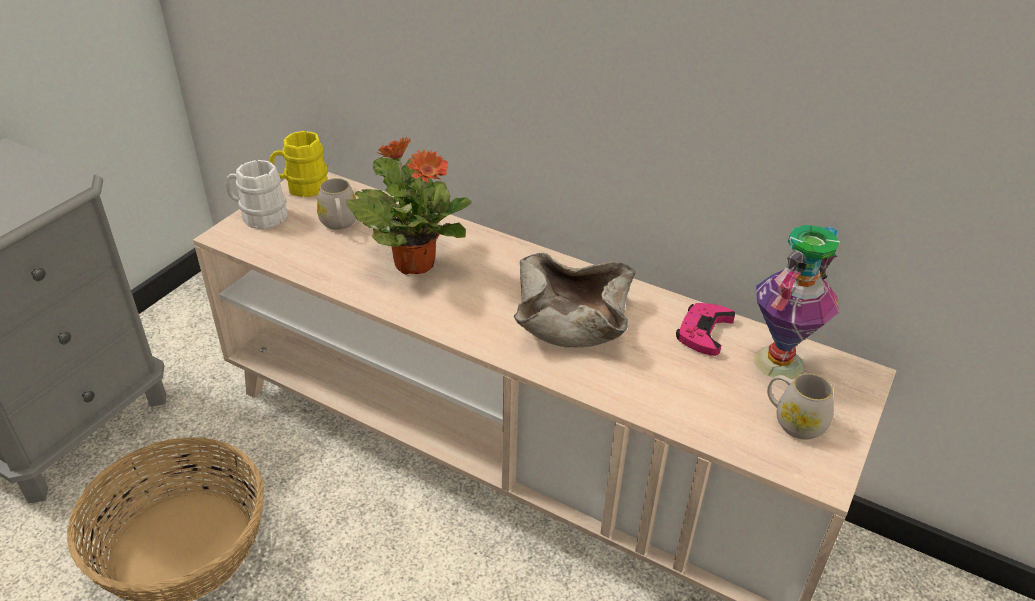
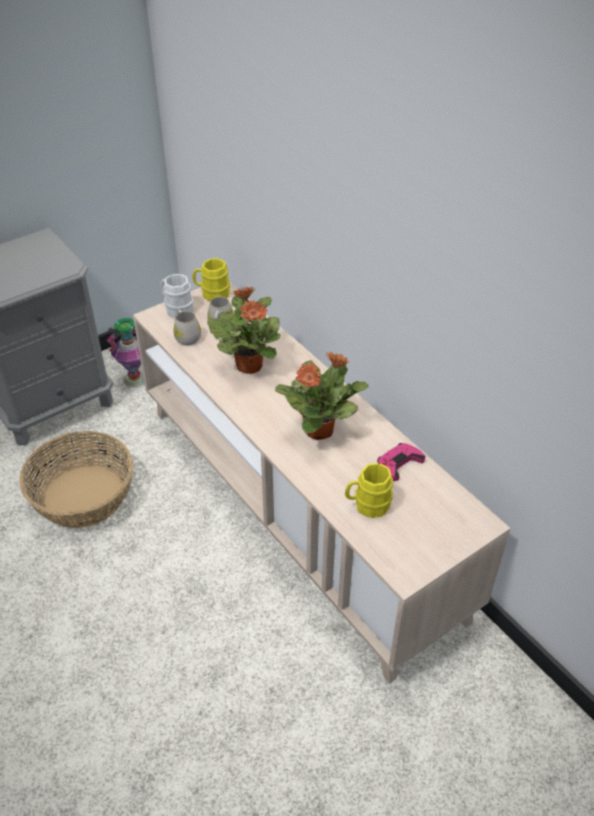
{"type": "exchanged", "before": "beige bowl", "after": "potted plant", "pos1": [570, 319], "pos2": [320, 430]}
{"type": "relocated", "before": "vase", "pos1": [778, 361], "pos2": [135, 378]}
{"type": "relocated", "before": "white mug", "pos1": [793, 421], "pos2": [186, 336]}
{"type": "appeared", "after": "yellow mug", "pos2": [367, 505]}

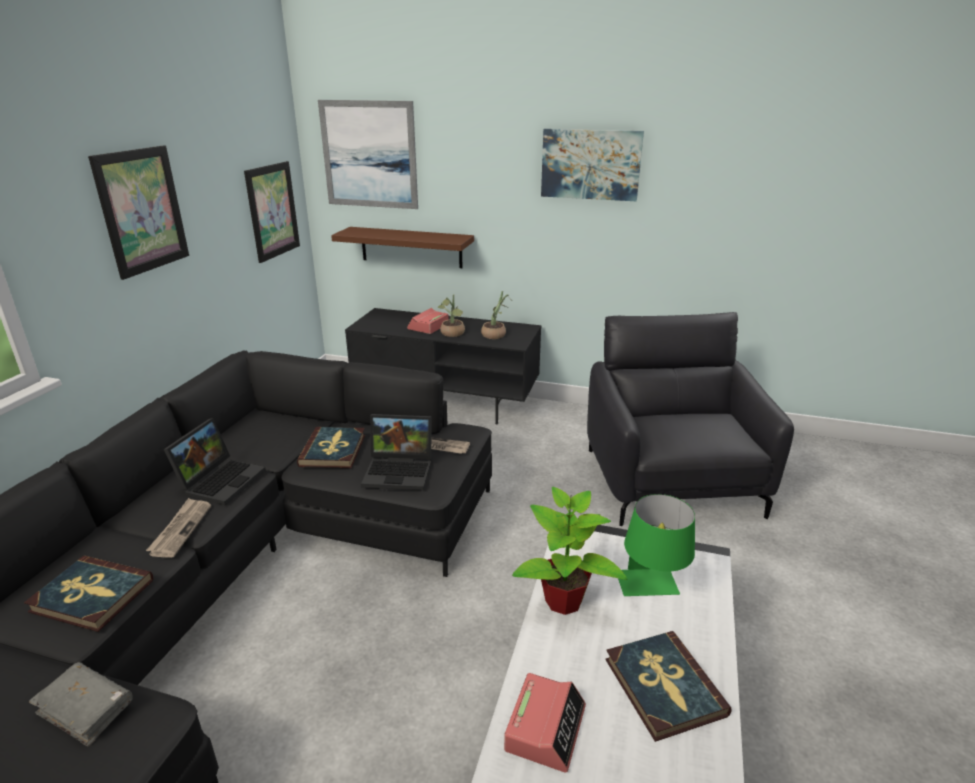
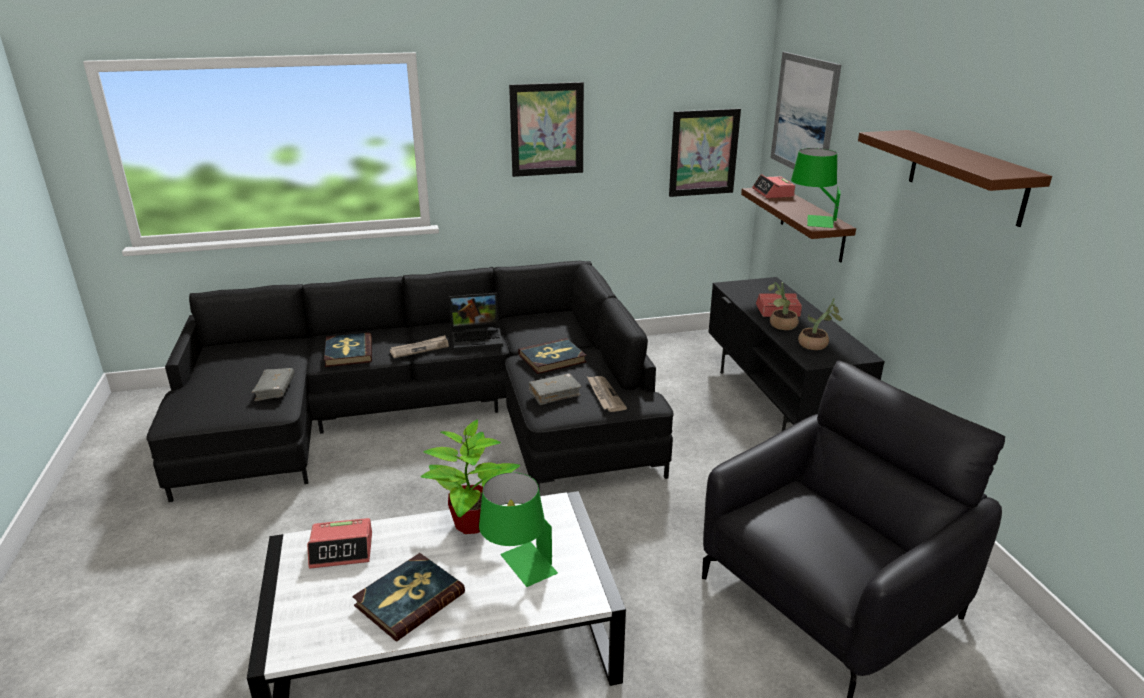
{"type": "exchanged", "before": "laptop", "after": "grey book", "pos1": [400, 471], "pos2": [554, 394]}
{"type": "exchanged", "before": "picture", "after": "brown shelf", "pos1": [590, 164], "pos2": [966, 176]}
{"type": "appeared", "after": "alarm clock", "pos2": [773, 193]}
{"type": "appeared", "after": "green table lamp", "pos2": [811, 220]}

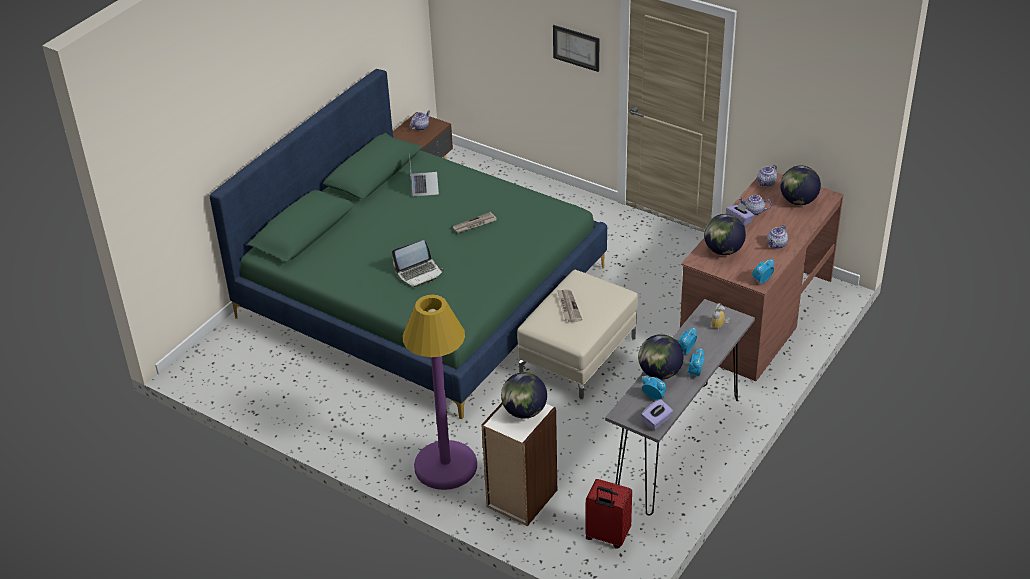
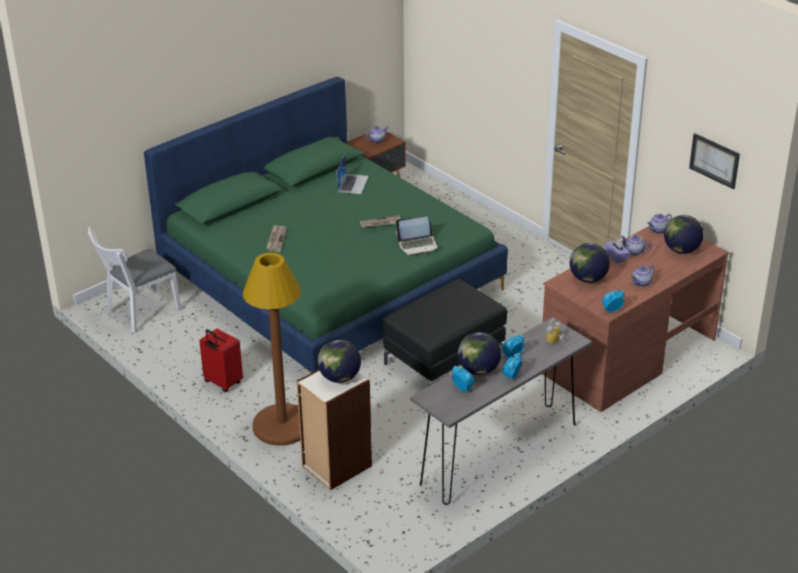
{"type": "relocated", "before": "laptop", "pos1": [419, 273], "pos2": [418, 245]}
{"type": "colour", "before": "purple floor lamp", "after": "brown floor lamp", "pos1": [445, 466], "pos2": [282, 426]}
{"type": "colour", "before": "beige ottoman", "after": "black ottoman", "pos1": [577, 355], "pos2": [444, 358]}
{"type": "relocated", "before": "picture", "pos1": [576, 47], "pos2": [714, 160]}
{"type": "relocated", "before": "newspaper", "pos1": [568, 307], "pos2": [276, 239]}
{"type": "relocated", "before": "red suitcase", "pos1": [607, 537], "pos2": [222, 383]}
{"type": "missing", "before": "purple tissue box", "pos1": [656, 421]}
{"type": "appeared", "after": "white chair", "pos2": [139, 313]}

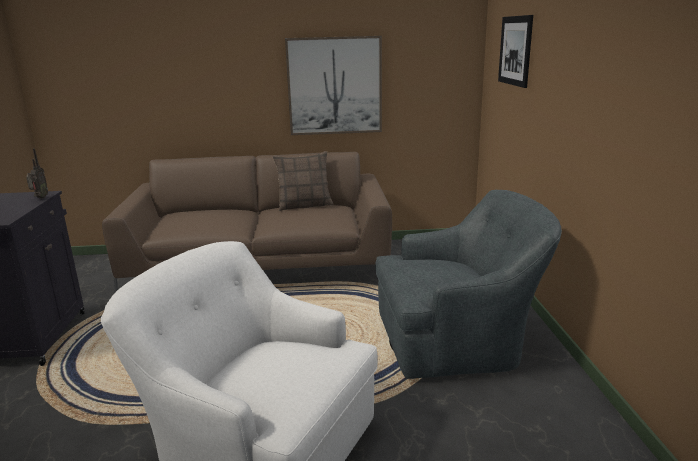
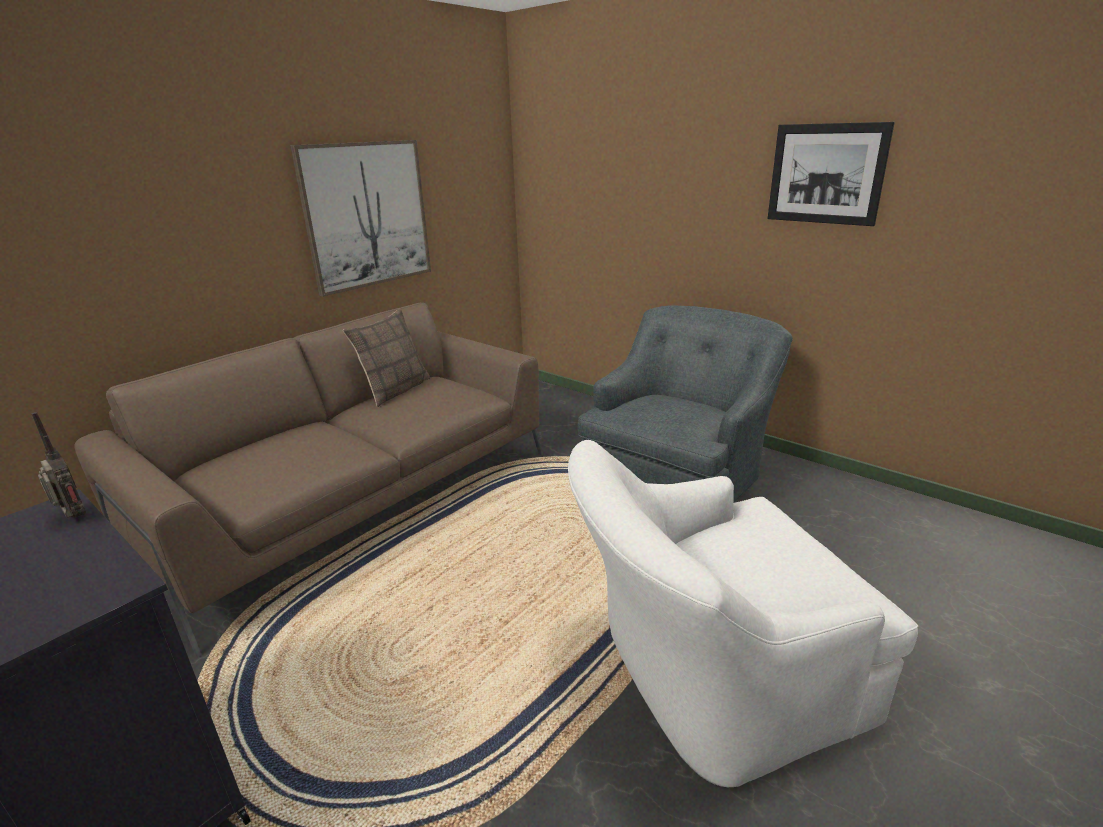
{"type": "relocated", "before": "picture", "pos1": [515, 50], "pos2": [826, 174]}

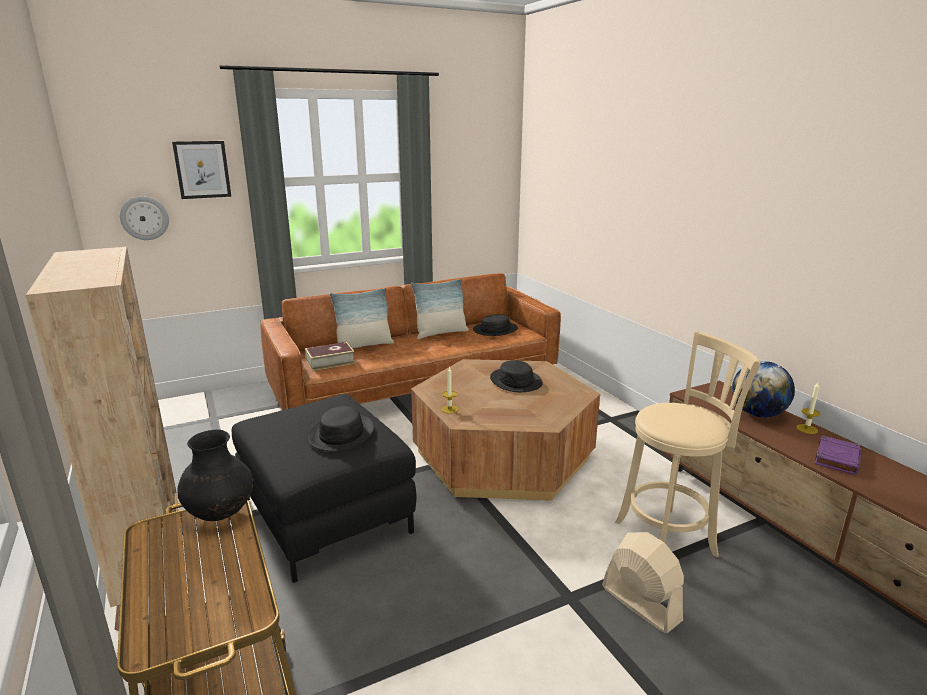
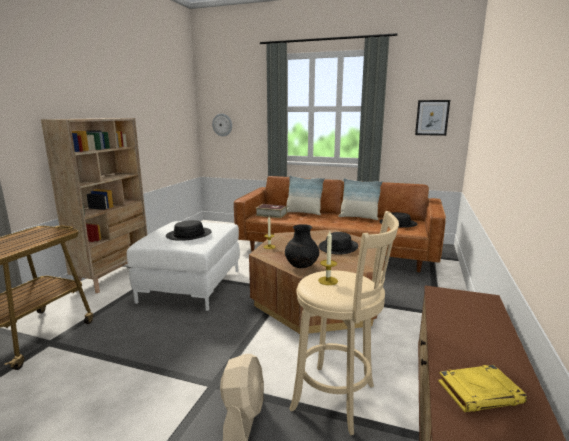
{"type": "relocated", "before": "picture", "pos1": [202, 169], "pos2": [432, 117]}
{"type": "relocated", "before": "black vase", "pos1": [220, 513], "pos2": [301, 266]}
{"type": "colour", "before": "black ottoman", "after": "white ottoman", "pos1": [325, 514], "pos2": [191, 285]}
{"type": "missing", "before": "globe", "pos1": [757, 414]}
{"type": "relocated", "before": "candle", "pos1": [807, 429], "pos2": [328, 281]}
{"type": "colour", "before": "purple book", "after": "yellow book", "pos1": [837, 458], "pos2": [480, 392]}

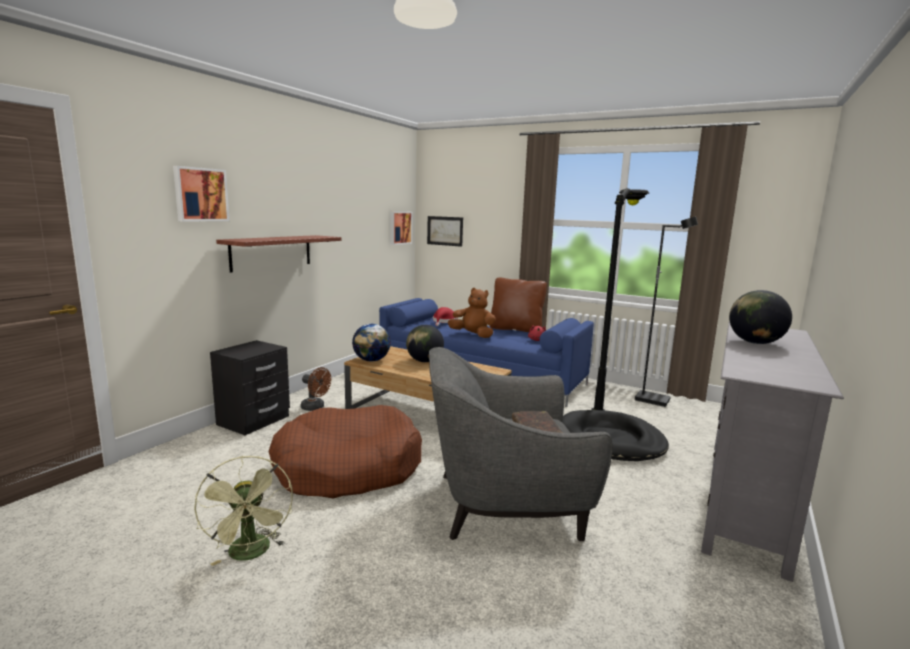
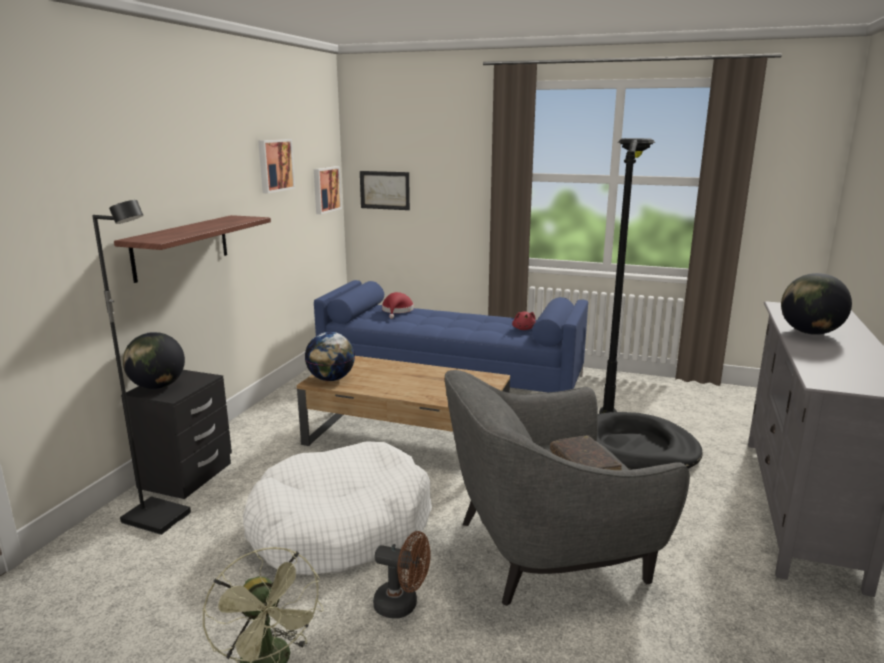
{"type": "relocated", "before": "picture", "pos1": [200, 194], "pos2": [274, 165]}
{"type": "colour", "before": "brown dog bed", "after": "white dog bed", "pos1": [347, 467], "pos2": [340, 527]}
{"type": "relocated", "before": "brown fan", "pos1": [315, 407], "pos2": [402, 605]}
{"type": "relocated", "before": "globe", "pos1": [424, 361], "pos2": [158, 386]}
{"type": "missing", "before": "brown plush toy", "pos1": [473, 335]}
{"type": "missing", "before": "brown pillow", "pos1": [516, 329]}
{"type": "relocated", "before": "black floor lamp", "pos1": [653, 400], "pos2": [158, 517]}

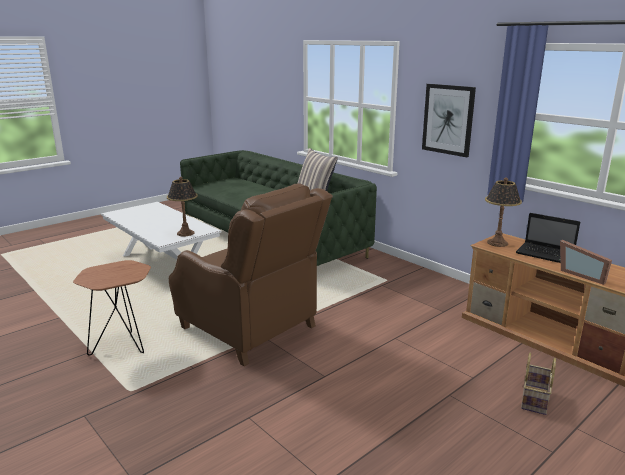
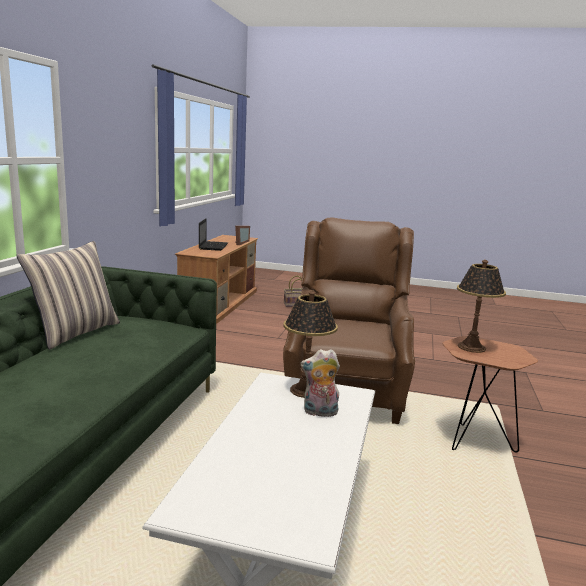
{"type": "missing", "before": "picture", "pos1": [448, 119]}
{"type": "relocated", "before": "table lamp", "pos1": [497, 243], "pos2": [471, 347]}
{"type": "appeared", "after": "plush toy", "pos2": [319, 412]}

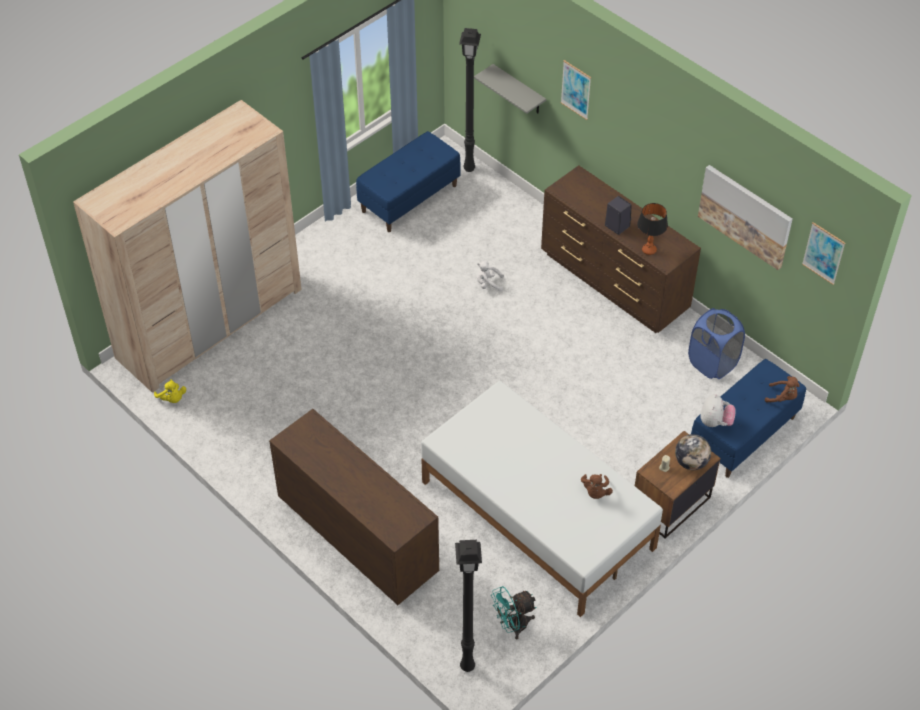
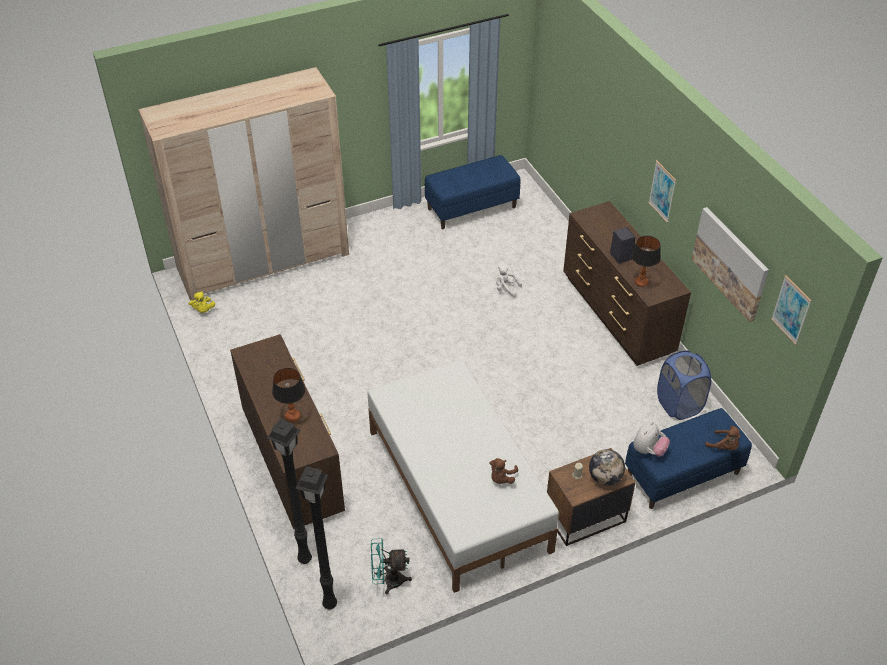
{"type": "relocated", "before": "black floor lamp", "pos1": [468, 168], "pos2": [304, 558]}
{"type": "missing", "before": "grey shelf", "pos1": [519, 90]}
{"type": "relocated", "before": "picture", "pos1": [576, 90], "pos2": [662, 191]}
{"type": "appeared", "after": "table lamp", "pos2": [292, 417]}

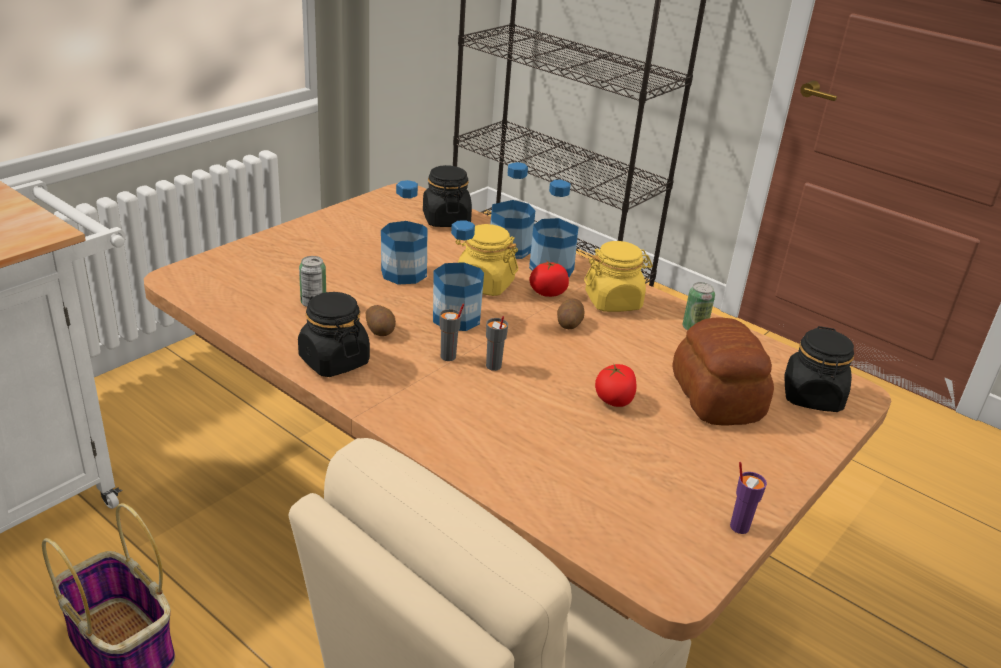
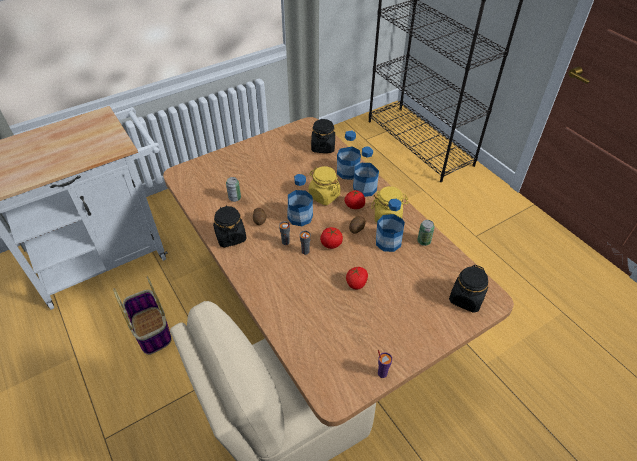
{"type": "relocated", "before": "bottle", "pos1": [404, 273], "pos2": [388, 242]}
{"type": "missing", "before": "bread", "pos1": [717, 397]}
{"type": "appeared", "after": "tomato", "pos2": [331, 244]}

